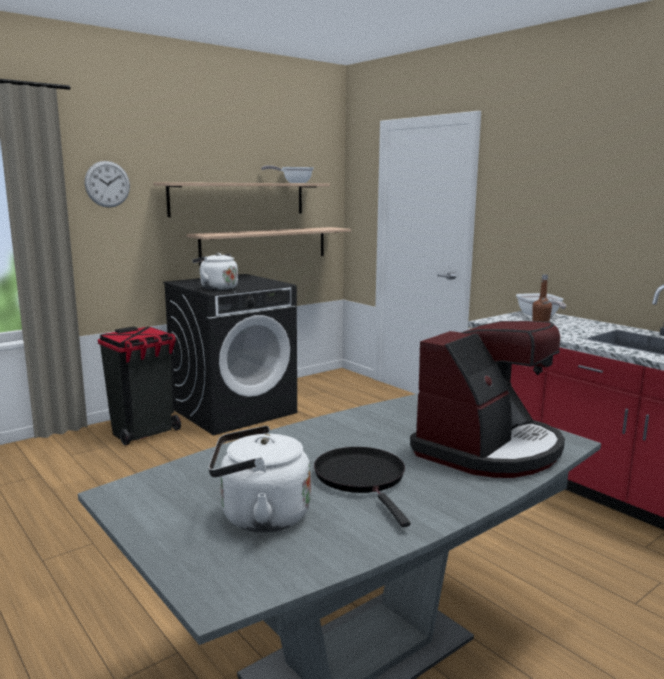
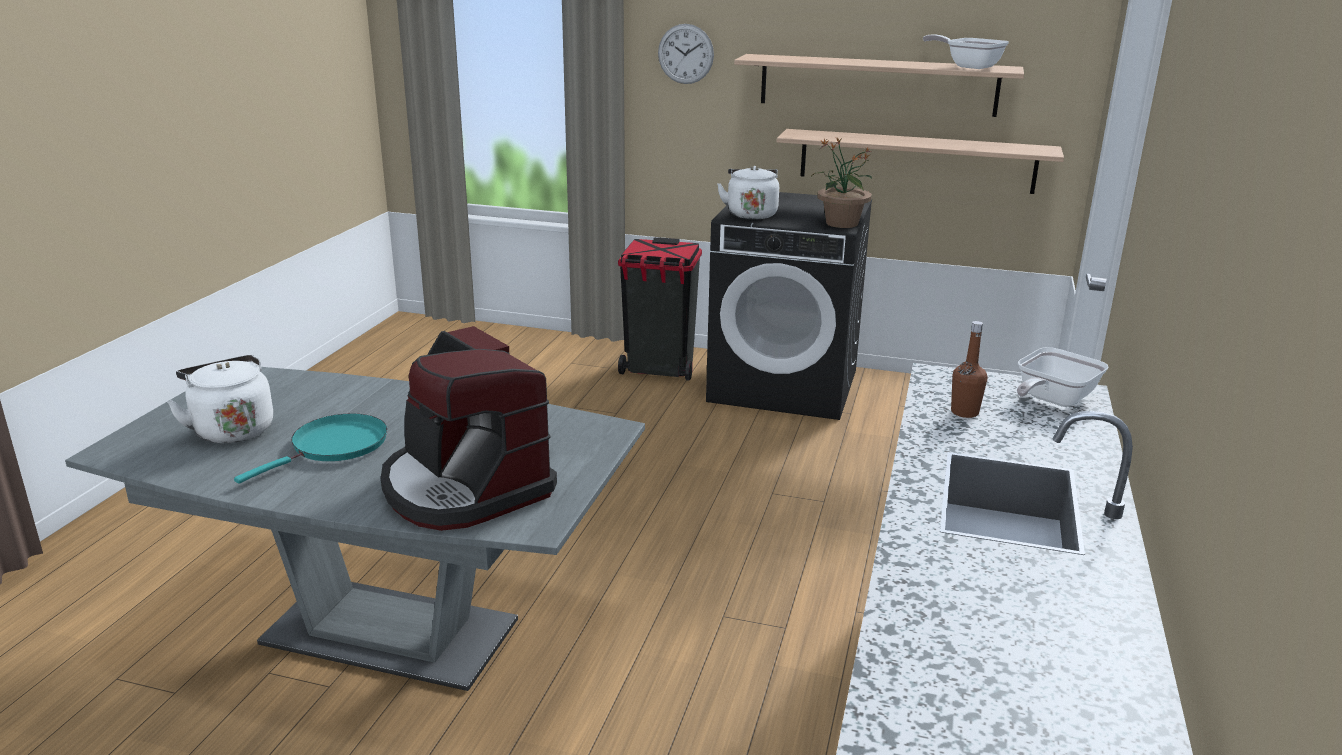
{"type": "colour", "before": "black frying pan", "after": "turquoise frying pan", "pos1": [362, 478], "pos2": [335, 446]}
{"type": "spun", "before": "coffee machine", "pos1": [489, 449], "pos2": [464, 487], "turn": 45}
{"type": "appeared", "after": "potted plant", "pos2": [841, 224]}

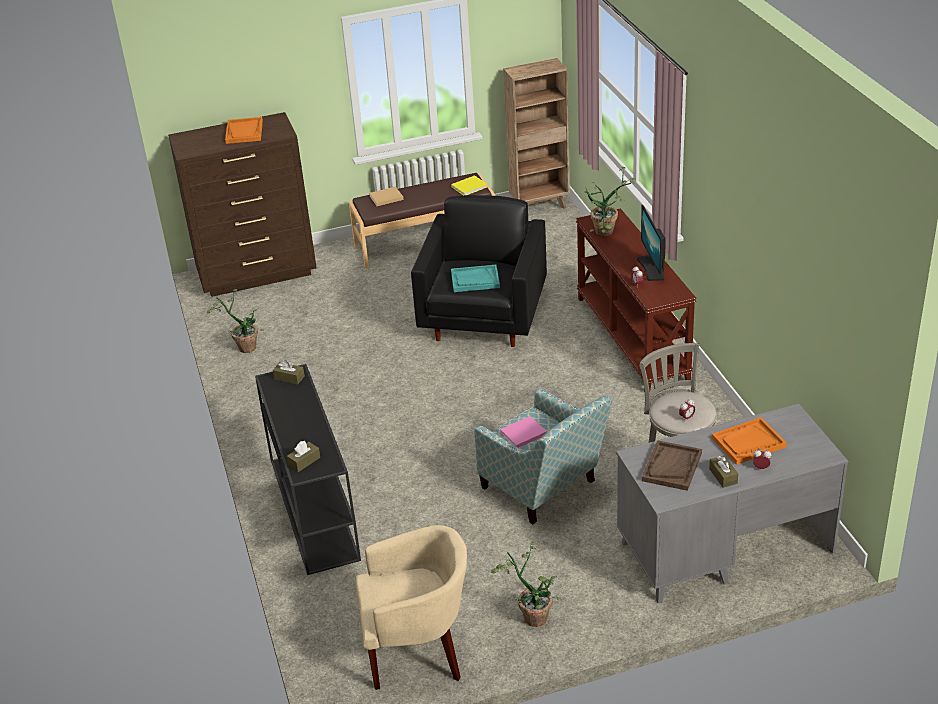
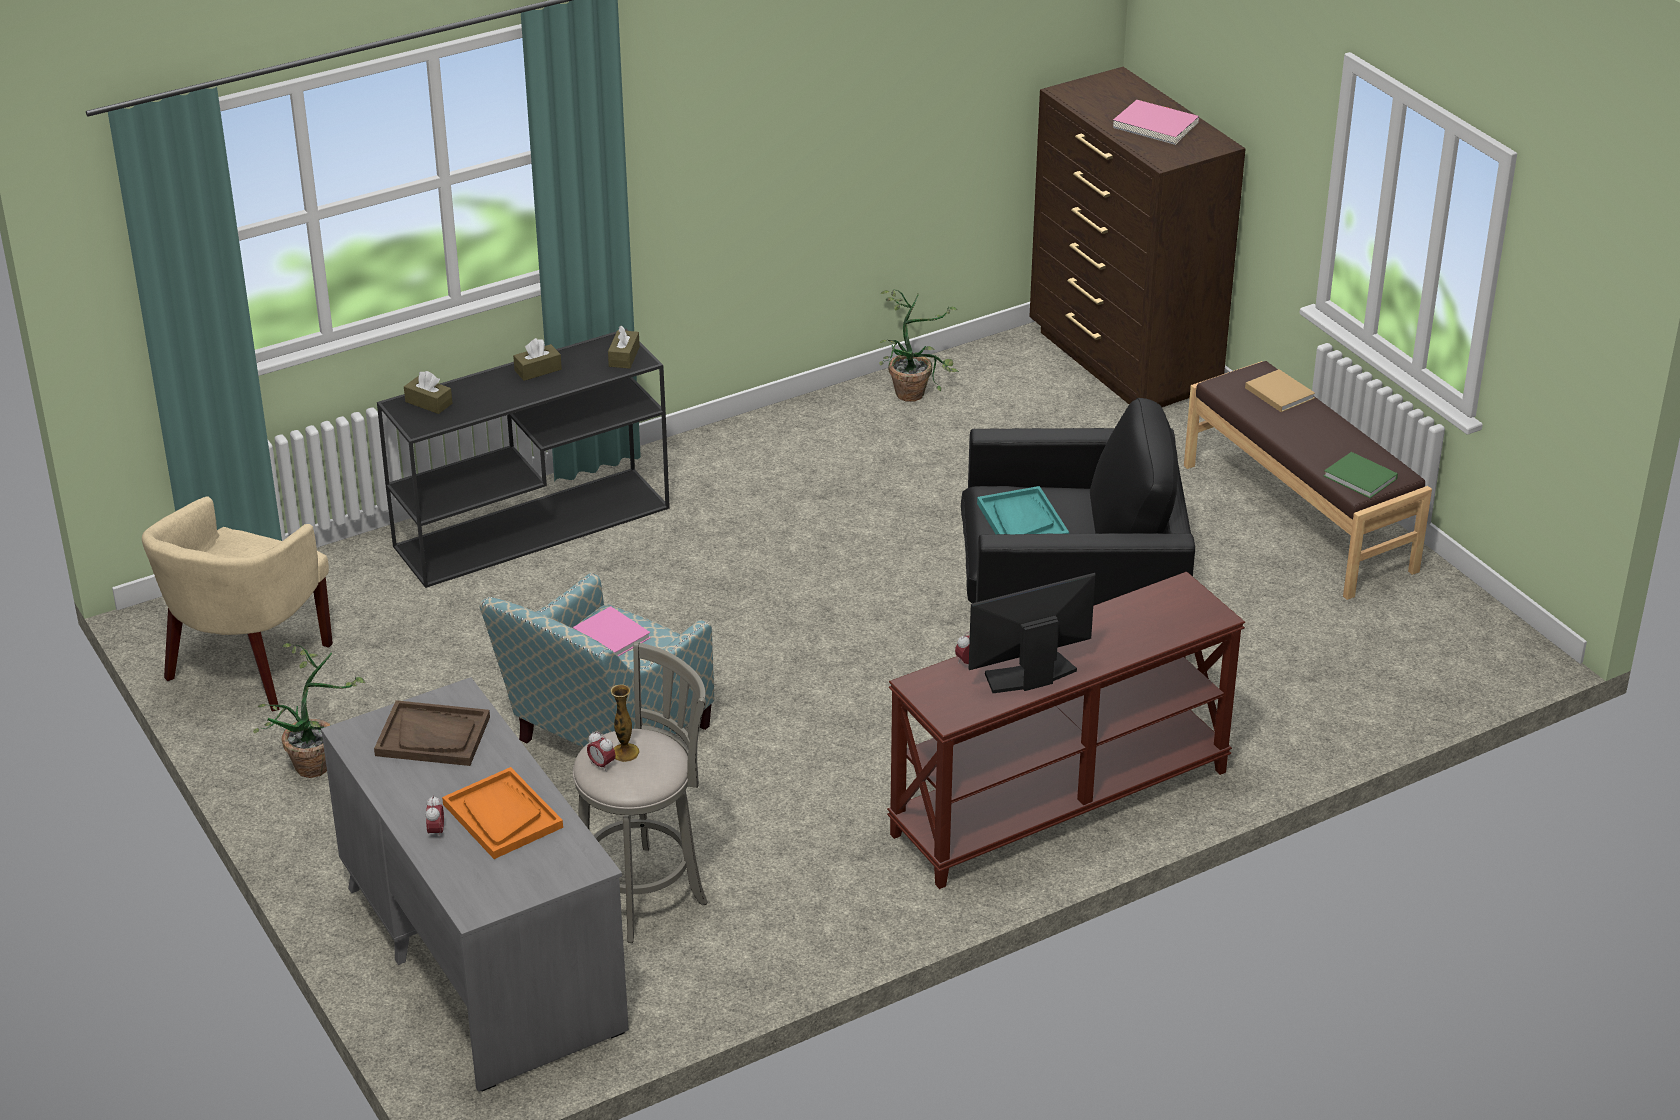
{"type": "exchanged", "before": "orange tray", "after": "pink book", "pos1": [244, 132], "pos2": [1155, 126]}
{"type": "spun", "before": "beige armchair", "pos1": [418, 651], "pos2": [247, 666], "turn": 45}
{"type": "colour", "before": "yellow book", "after": "green book", "pos1": [470, 186], "pos2": [1361, 478]}
{"type": "missing", "before": "brown bookcase", "pos1": [540, 206]}
{"type": "missing", "before": "potted plant", "pos1": [608, 233]}
{"type": "relocated", "before": "brown tissue box", "pos1": [723, 476], "pos2": [538, 370]}
{"type": "appeared", "after": "vase", "pos2": [625, 752]}

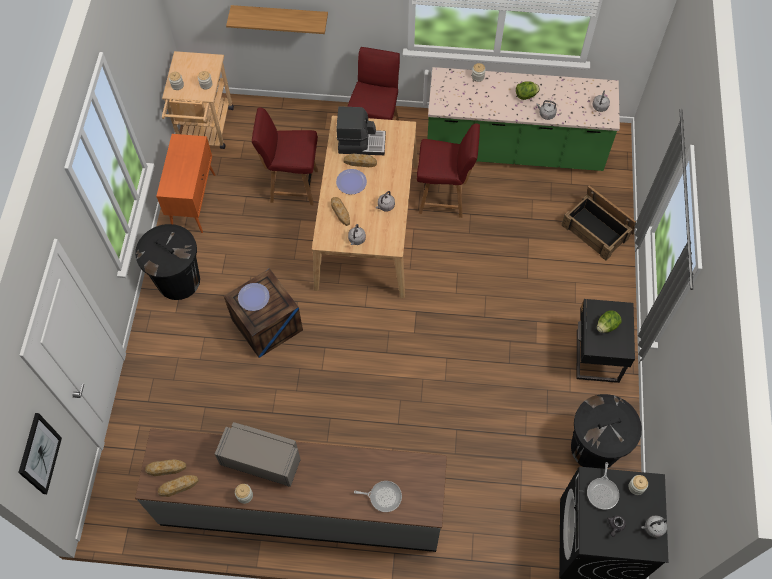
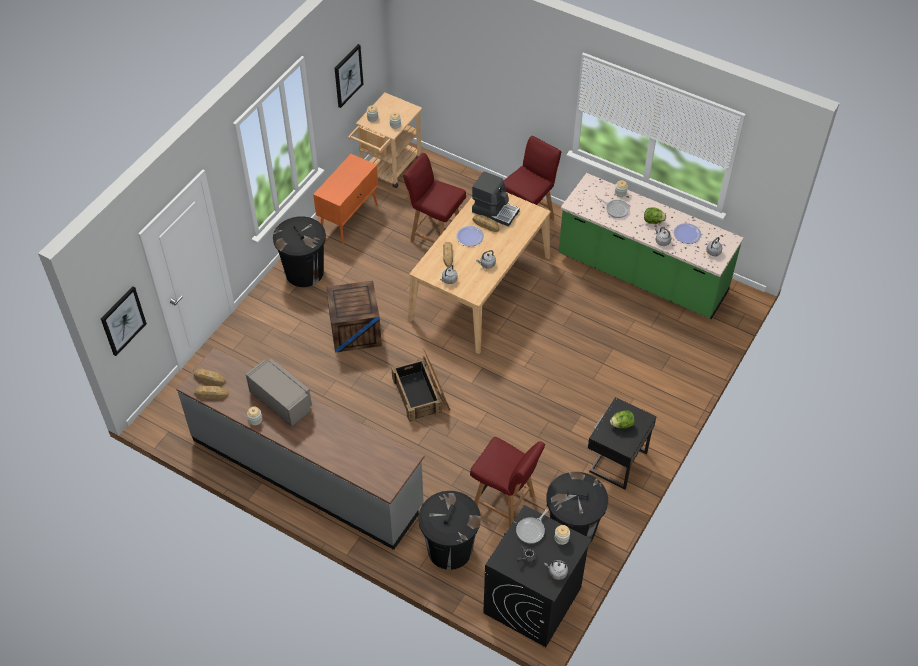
{"type": "missing", "before": "shelf", "pos1": [280, 17]}
{"type": "relocated", "before": "plate", "pos1": [254, 297], "pos2": [687, 234]}
{"type": "relocated", "before": "frying pan", "pos1": [383, 496], "pos2": [616, 209]}
{"type": "relocated", "before": "red chair", "pos1": [444, 198], "pos2": [505, 502]}
{"type": "relocated", "before": "crate", "pos1": [598, 229], "pos2": [421, 394]}
{"type": "appeared", "after": "picture", "pos2": [348, 75]}
{"type": "appeared", "after": "black trash can", "pos2": [449, 549]}

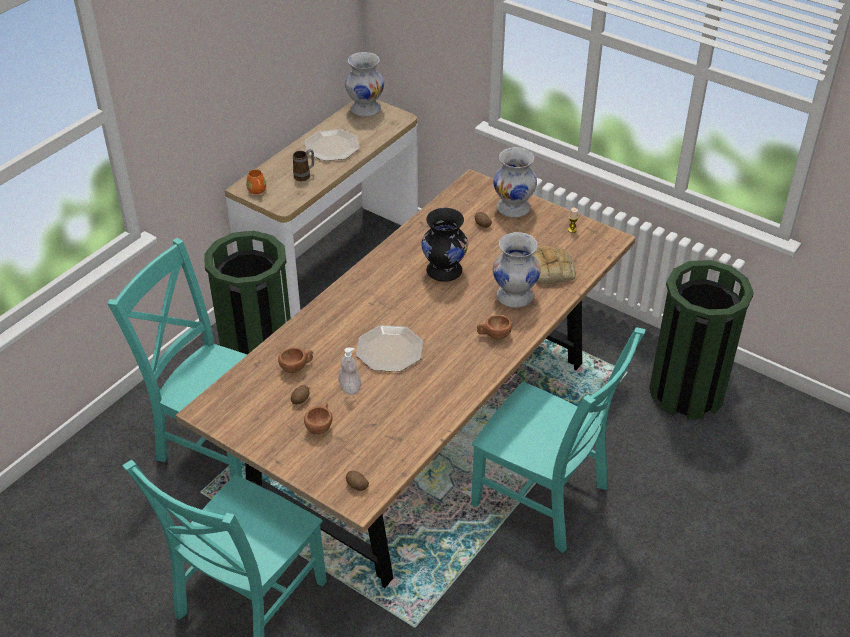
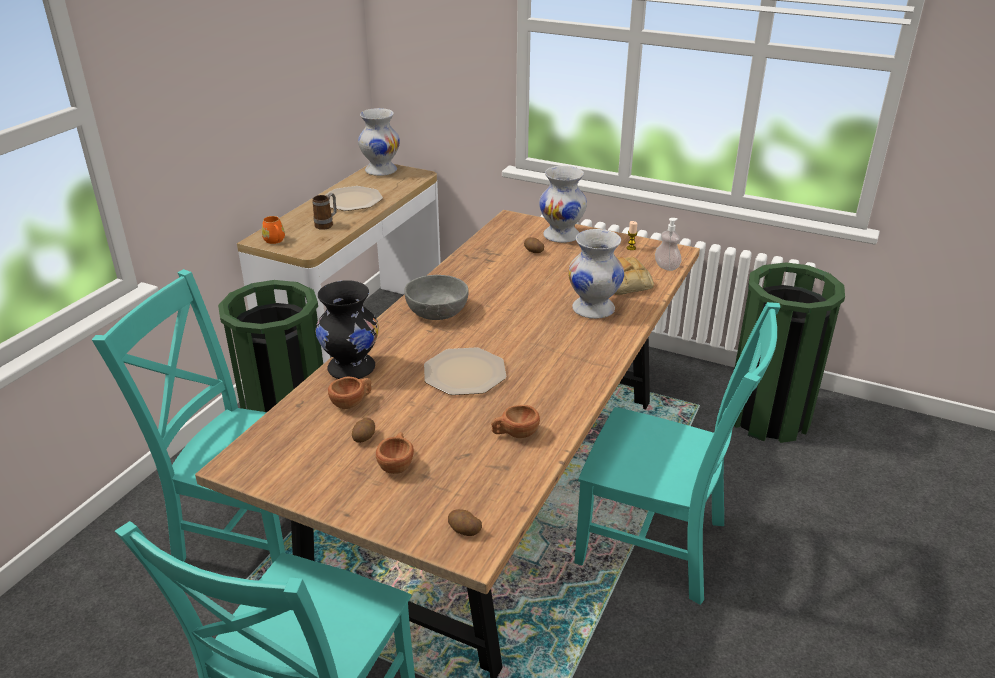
{"type": "relocated", "before": "soap dispenser", "pos1": [350, 388], "pos2": [666, 267]}
{"type": "relocated", "before": "black vase", "pos1": [444, 271], "pos2": [352, 368]}
{"type": "relocated", "before": "brown cup", "pos1": [493, 335], "pos2": [515, 434]}
{"type": "appeared", "after": "grey bowl", "pos2": [437, 311]}

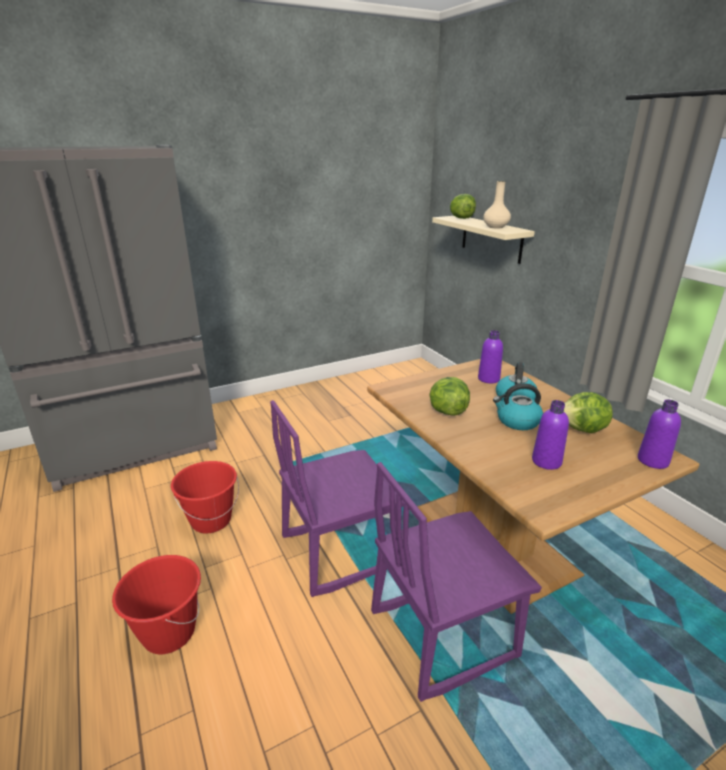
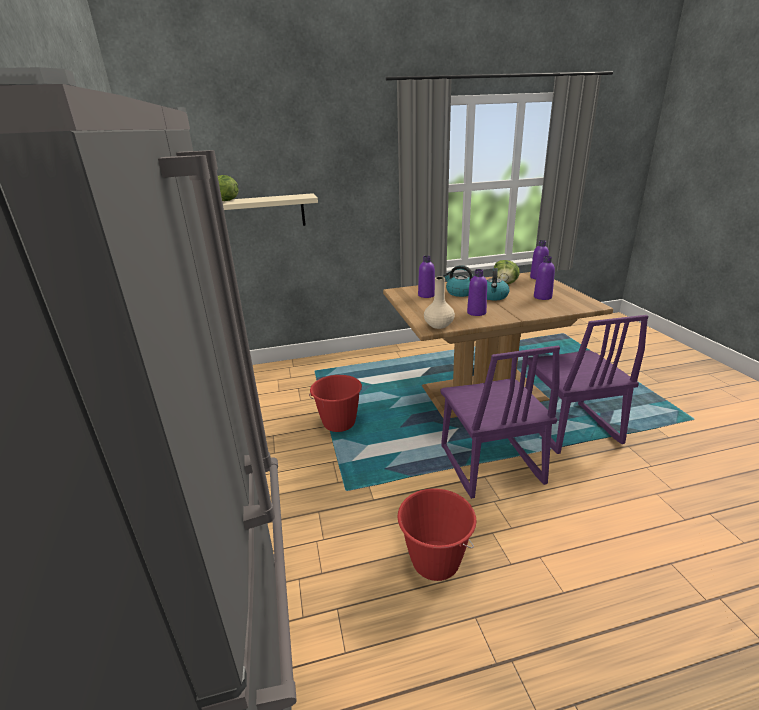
{"type": "relocated", "before": "red bucket", "pos1": [169, 633], "pos2": [339, 423]}
{"type": "exchanged", "before": "lettuce", "after": "purple bottle", "pos1": [447, 411], "pos2": [476, 312]}
{"type": "relocated", "before": "beige vase", "pos1": [496, 227], "pos2": [438, 325]}

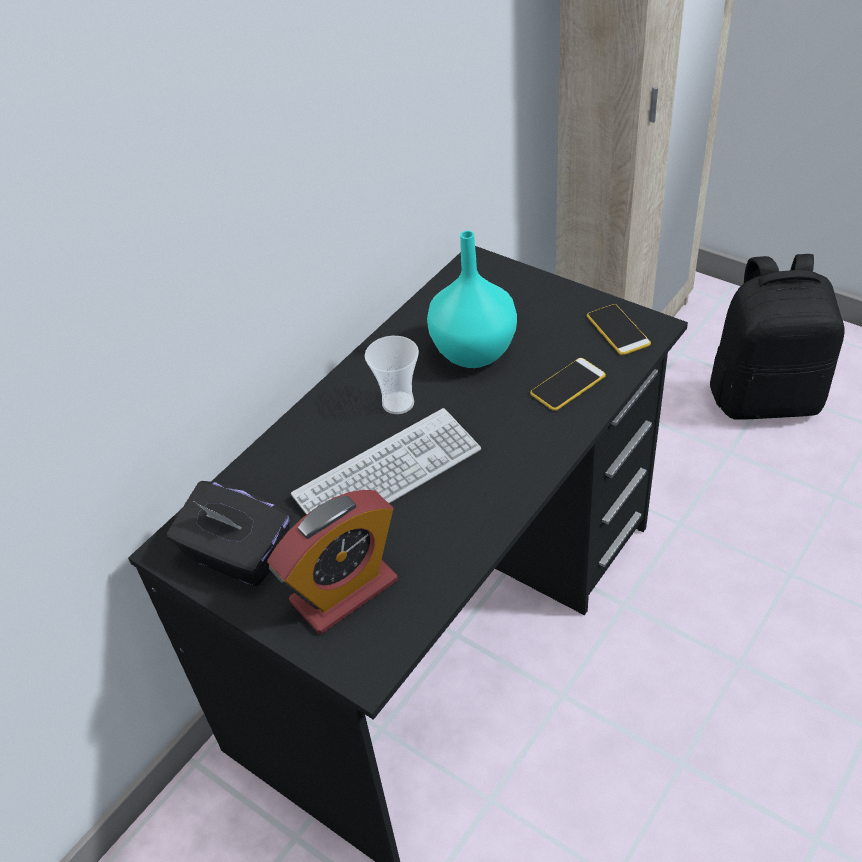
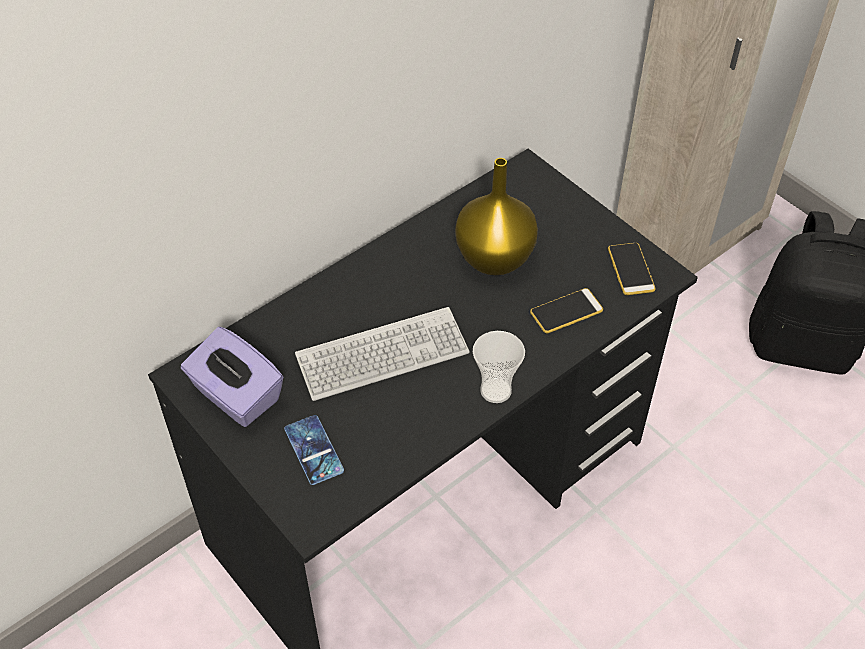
{"type": "colour", "before": "black tissue box", "after": "purple tissue box", "pos1": [237, 556], "pos2": [236, 396]}
{"type": "exchanged", "before": "alarm clock", "after": "phone", "pos1": [344, 591], "pos2": [313, 450]}
{"type": "relocated", "before": "cup", "pos1": [398, 403], "pos2": [495, 390]}
{"type": "colour", "before": "turquoise vase", "after": "yellow vase", "pos1": [472, 351], "pos2": [493, 257]}

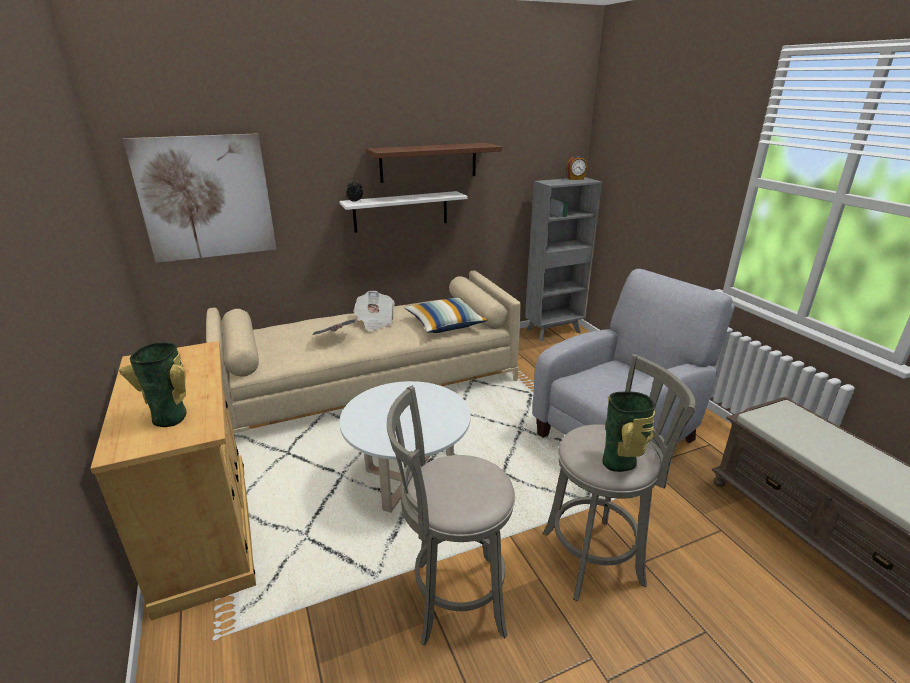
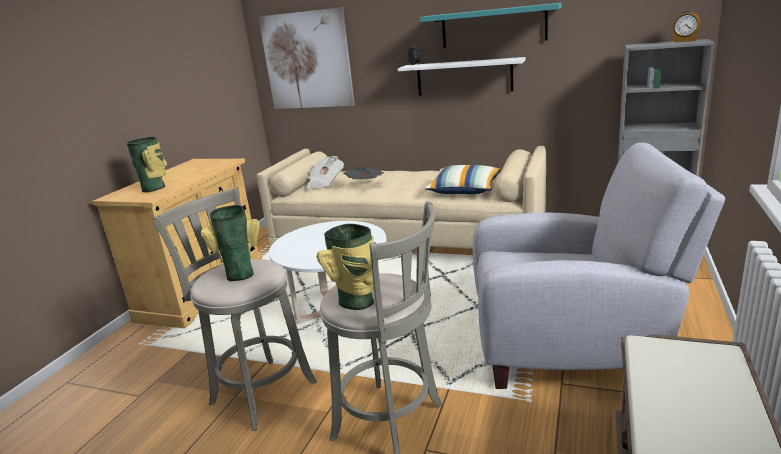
{"type": "relocated", "before": "newspaper", "pos1": [375, 321], "pos2": [325, 183]}
{"type": "colour", "before": "brown shelf", "after": "turquoise shelf", "pos1": [428, 162], "pos2": [493, 27]}
{"type": "appeared", "after": "vase", "pos2": [240, 273]}

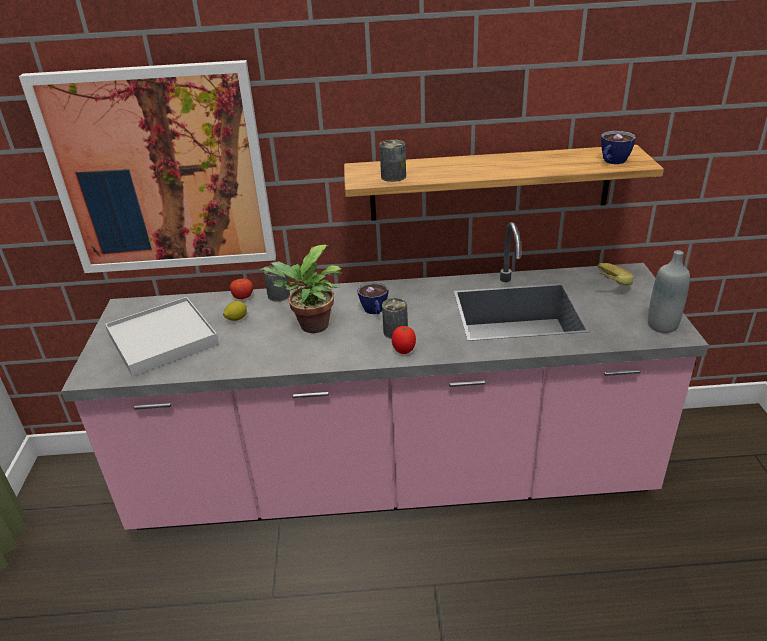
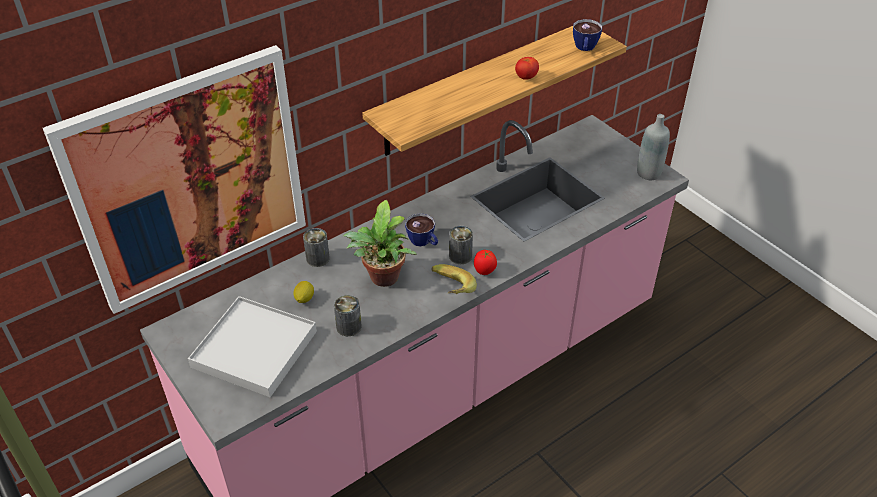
{"type": "relocated", "before": "tomato", "pos1": [243, 297], "pos2": [526, 77]}
{"type": "relocated", "before": "can", "pos1": [393, 176], "pos2": [349, 326]}
{"type": "relocated", "before": "banana", "pos1": [606, 284], "pos2": [449, 291]}

